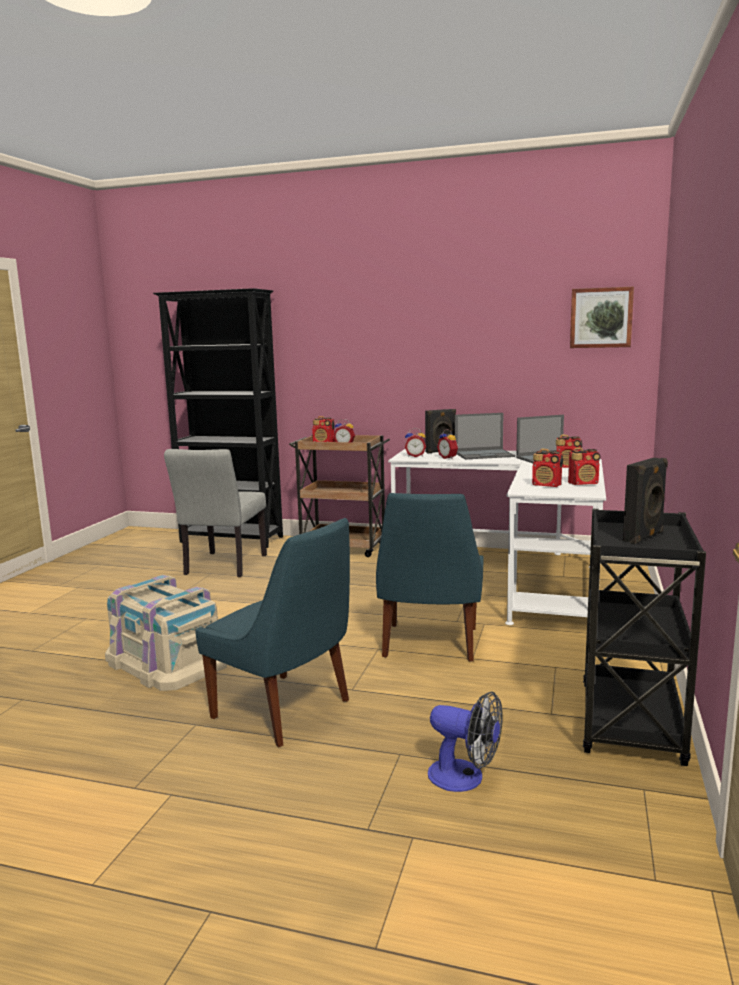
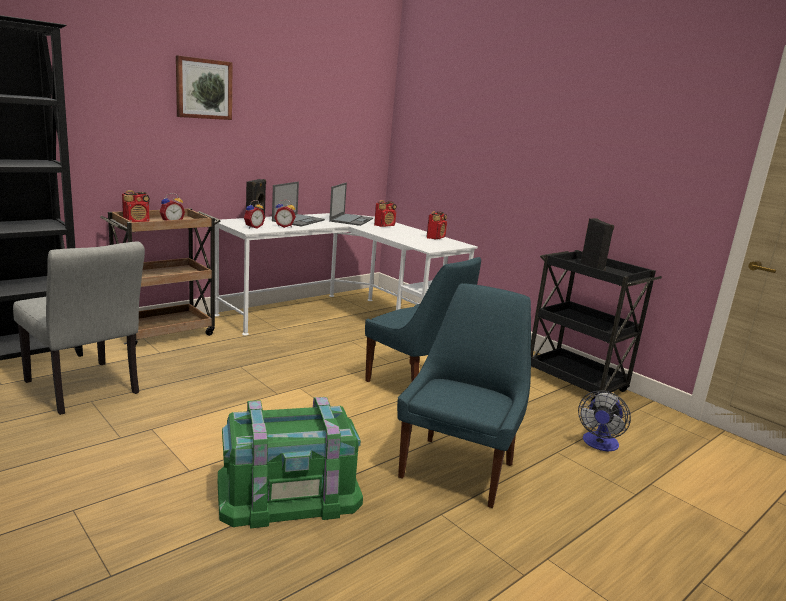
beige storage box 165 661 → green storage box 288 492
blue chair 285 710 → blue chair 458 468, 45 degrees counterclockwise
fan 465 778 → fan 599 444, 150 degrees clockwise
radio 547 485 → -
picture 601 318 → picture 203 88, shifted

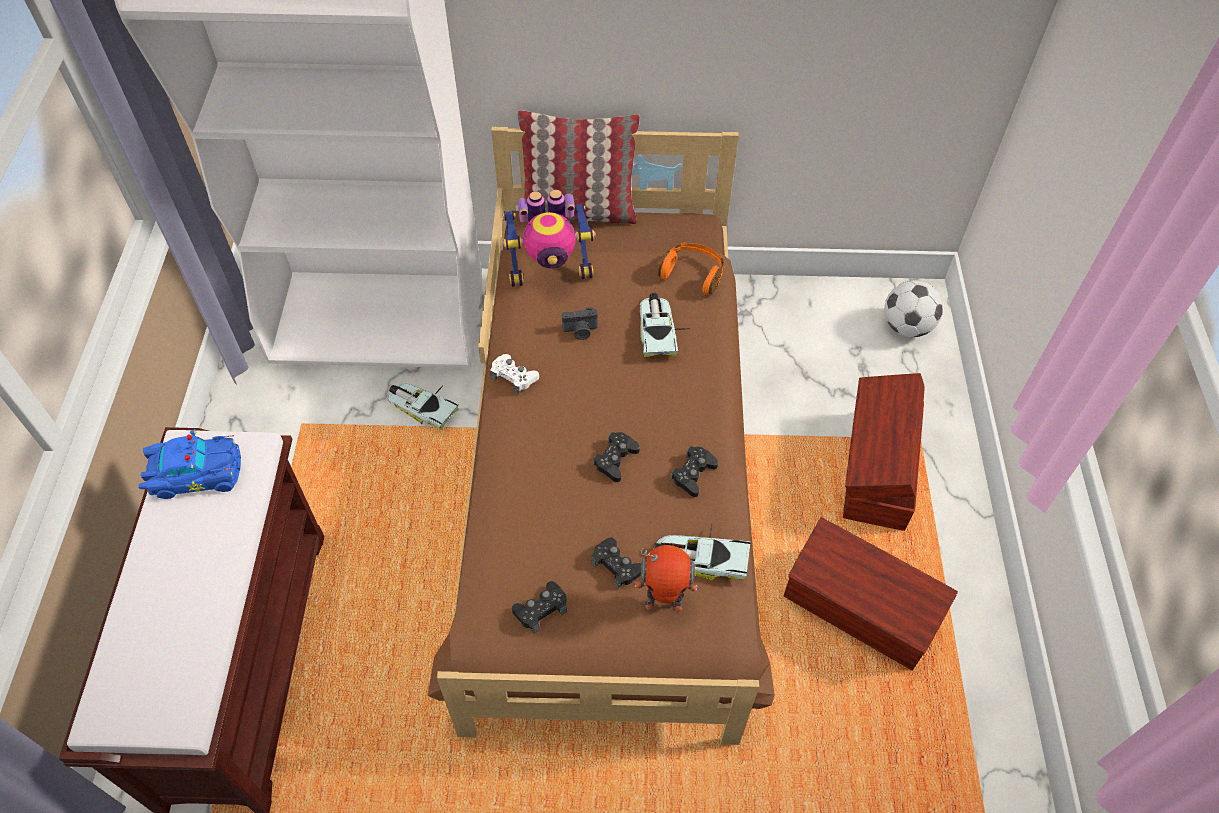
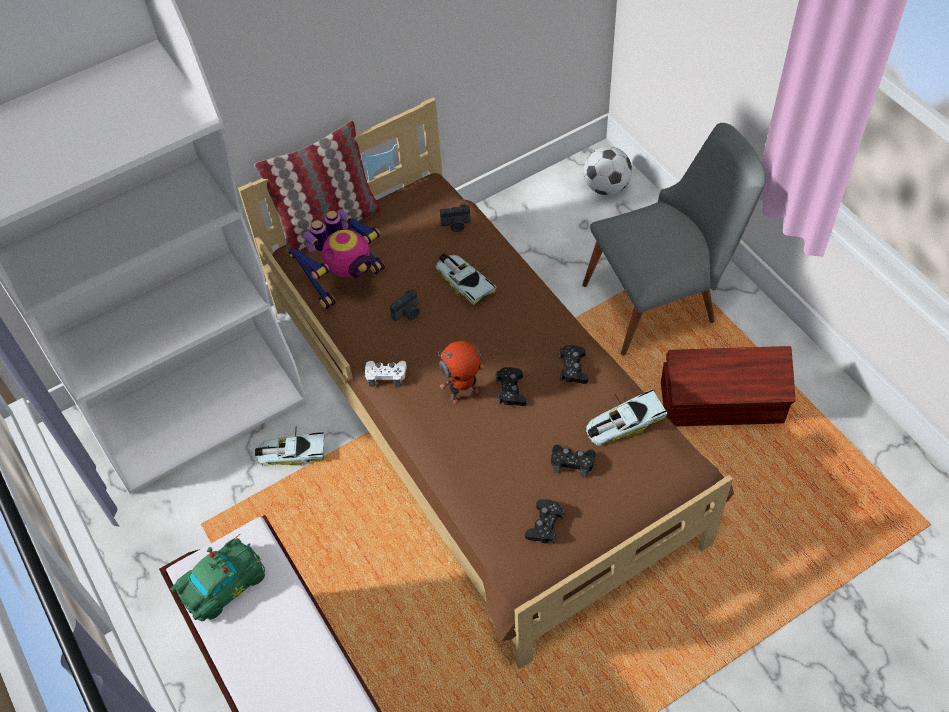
blue toy car 194 473 → green toy car 220 585
toy robot 664 602 → toy robot 463 393, shifted
orange headphones 693 274 → photo camera 456 225
brown storage box 876 470 → grey chair 662 302

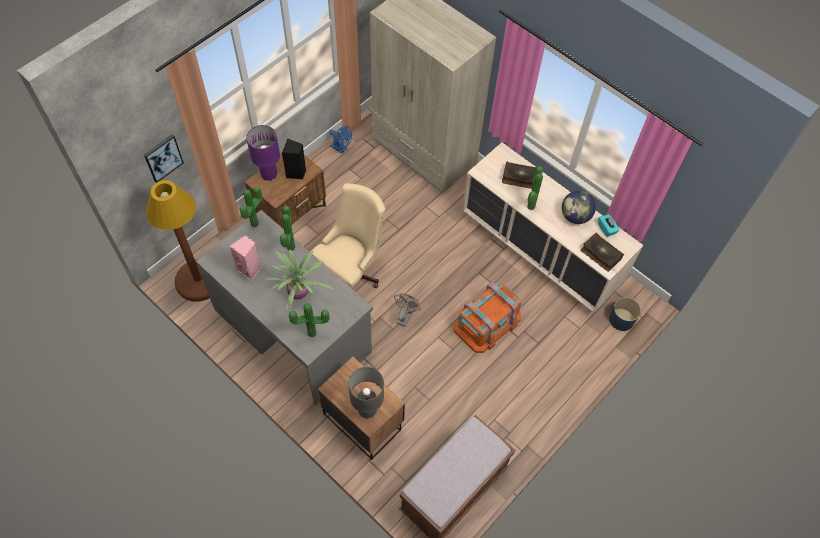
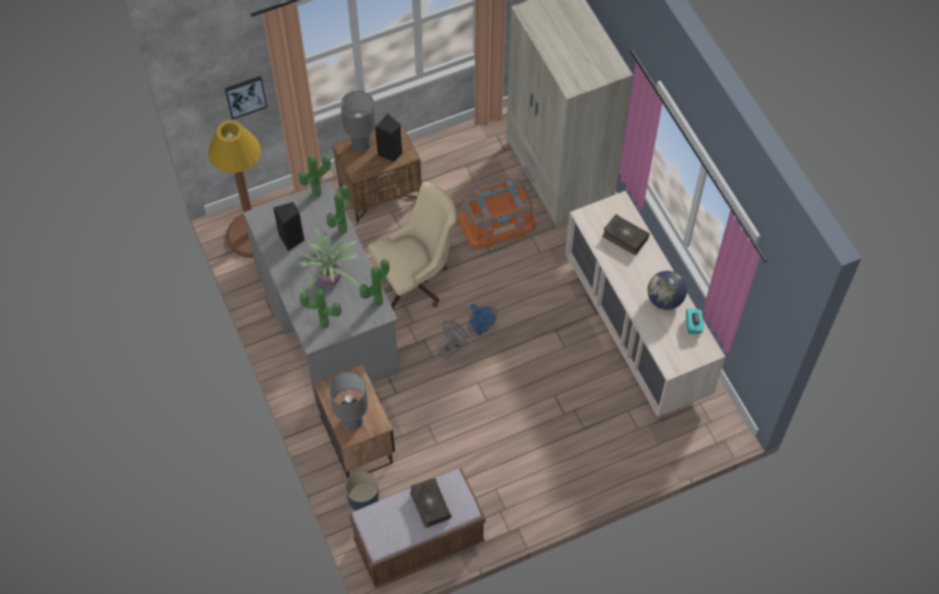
pink speaker 250 270 → black speaker 292 239
purple table lamp 269 174 → grey table lamp 361 145
blue fan 341 149 → blue fan 480 329, shifted
orange storage box 486 322 → orange storage box 496 221, shifted
potted plant 529 206 → potted plant 376 301, shifted
book 600 254 → book 429 505, shifted
blue planter 621 319 → blue planter 363 497, shifted

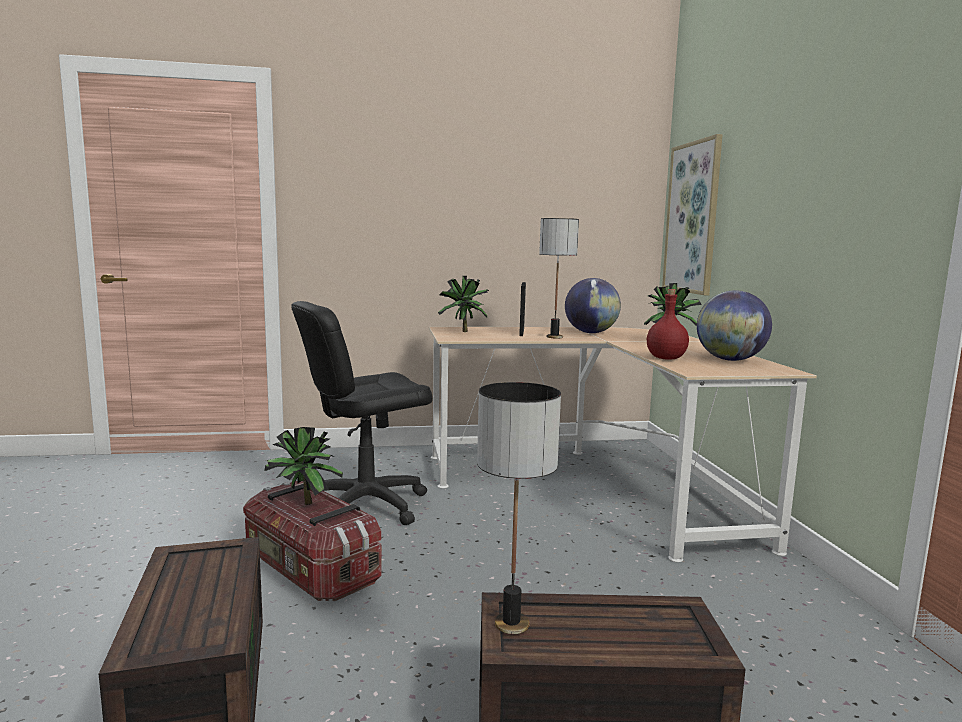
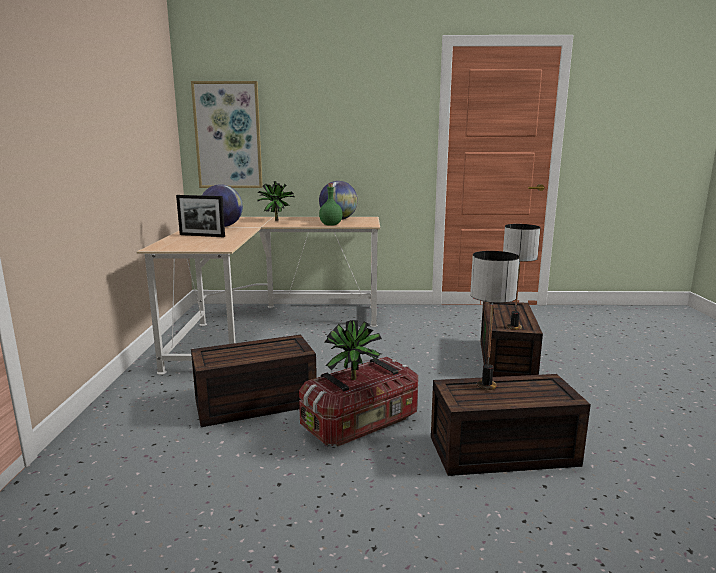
black office chair 365 505 → brown storage box 254 404
potted plant 463 332 → -
table lamp 554 337 → table lamp 486 385, shifted
red bottle 666 358 → green bottle 331 225

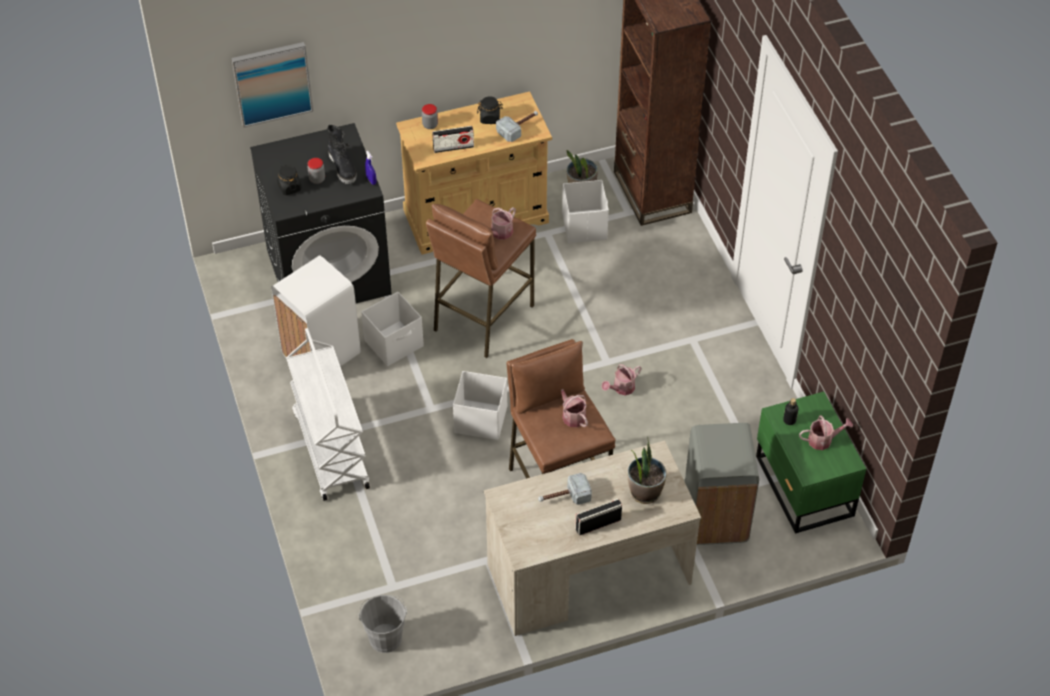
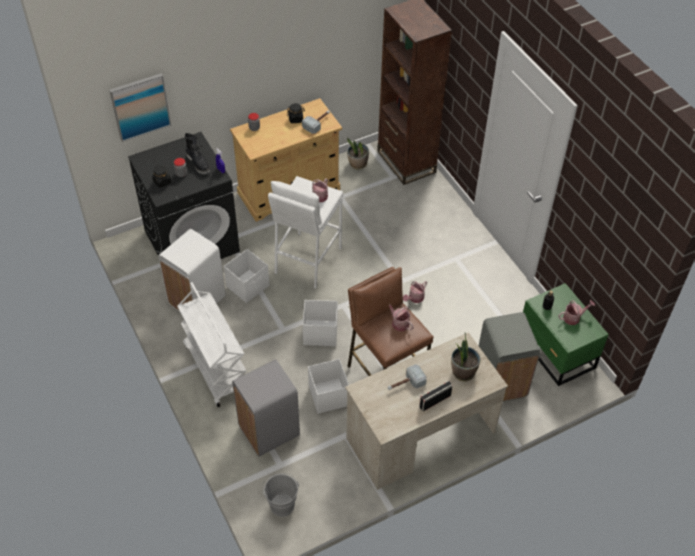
brown stool 482 317 → white stool 307 260
radio 453 147 → -
white storage box 584 226 → white storage box 328 395, shifted
- → grey trash can 268 431

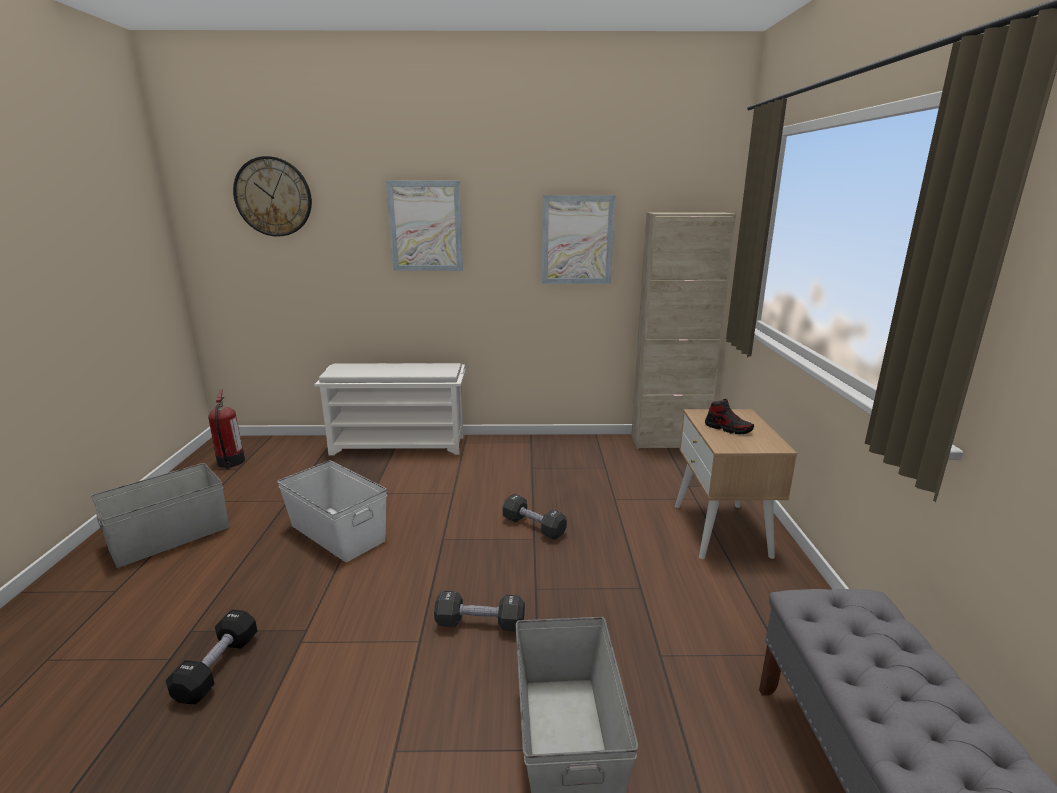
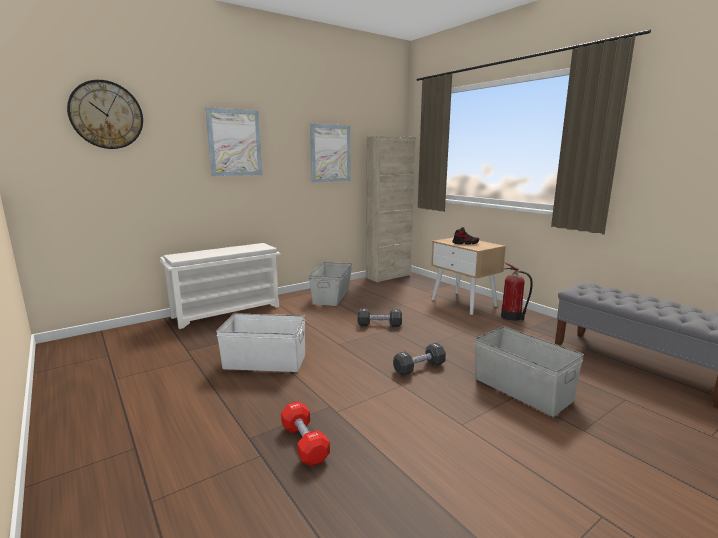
grey storage box 171 537 → grey storage box 332 296, shifted
black dumbbell 218 668 → red dumbbell 304 443
fire extinguisher 231 462 → fire extinguisher 512 317, shifted

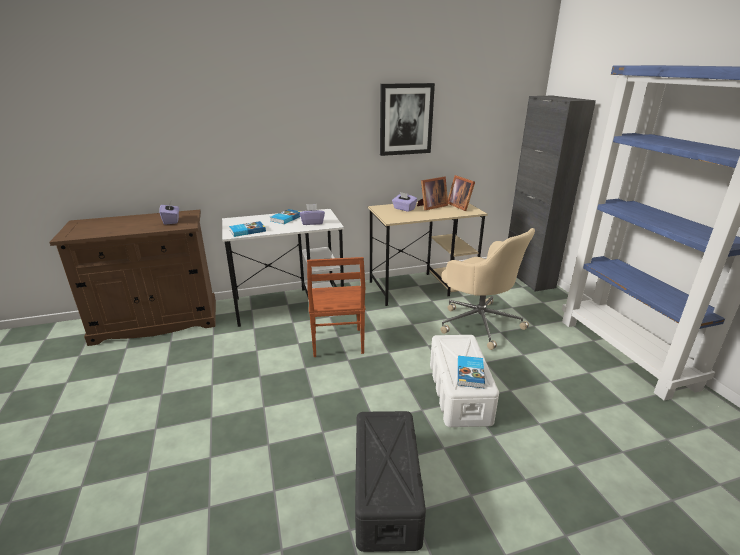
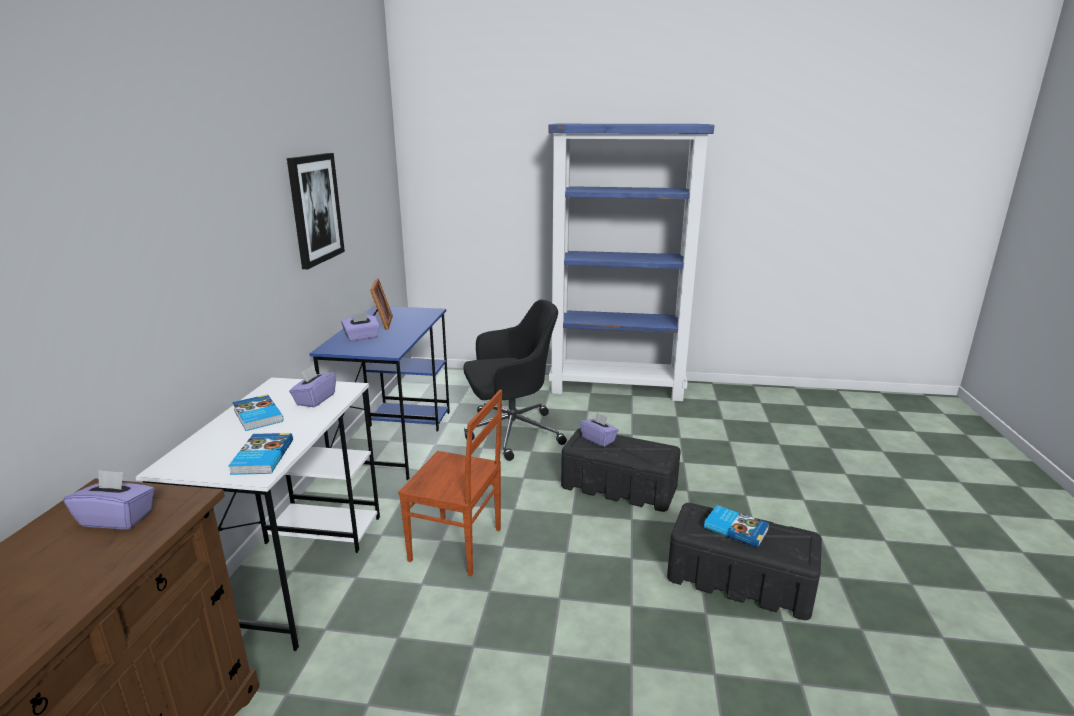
beige desk 422 286 → blue desk 395 439
white storage box 459 393 → black storage box 619 487
beige office chair 479 322 → black office chair 511 433
picture frame 460 206 → -
book 471 373 → book 735 528, shifted
black cabinet 528 277 → -
- → purple tissue box 598 439

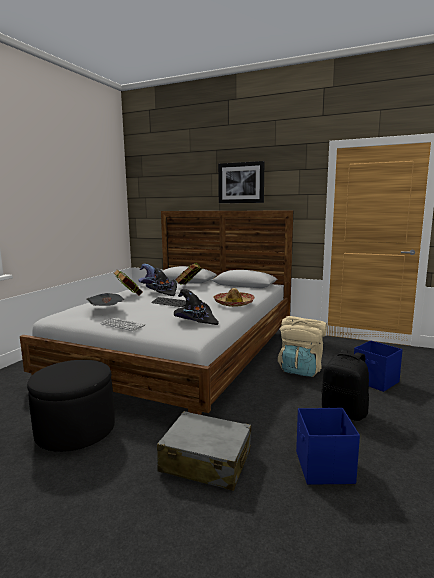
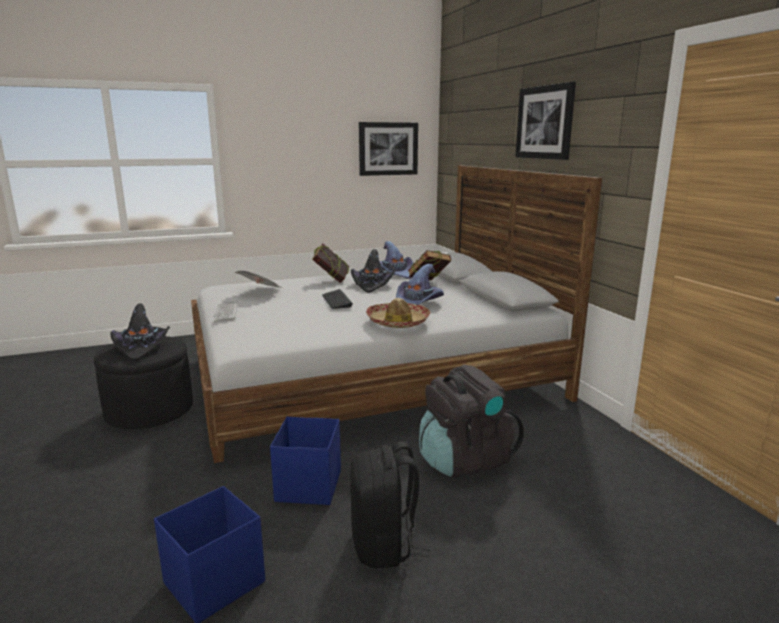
grey suitcase 205 461 → -
black hat 195 320 → black hat 142 347, shifted
beige backpack 301 369 → black backpack 464 460
blue storage box 376 381 → blue storage box 308 486, shifted
- → picture 388 149
- → purple hat 418 303

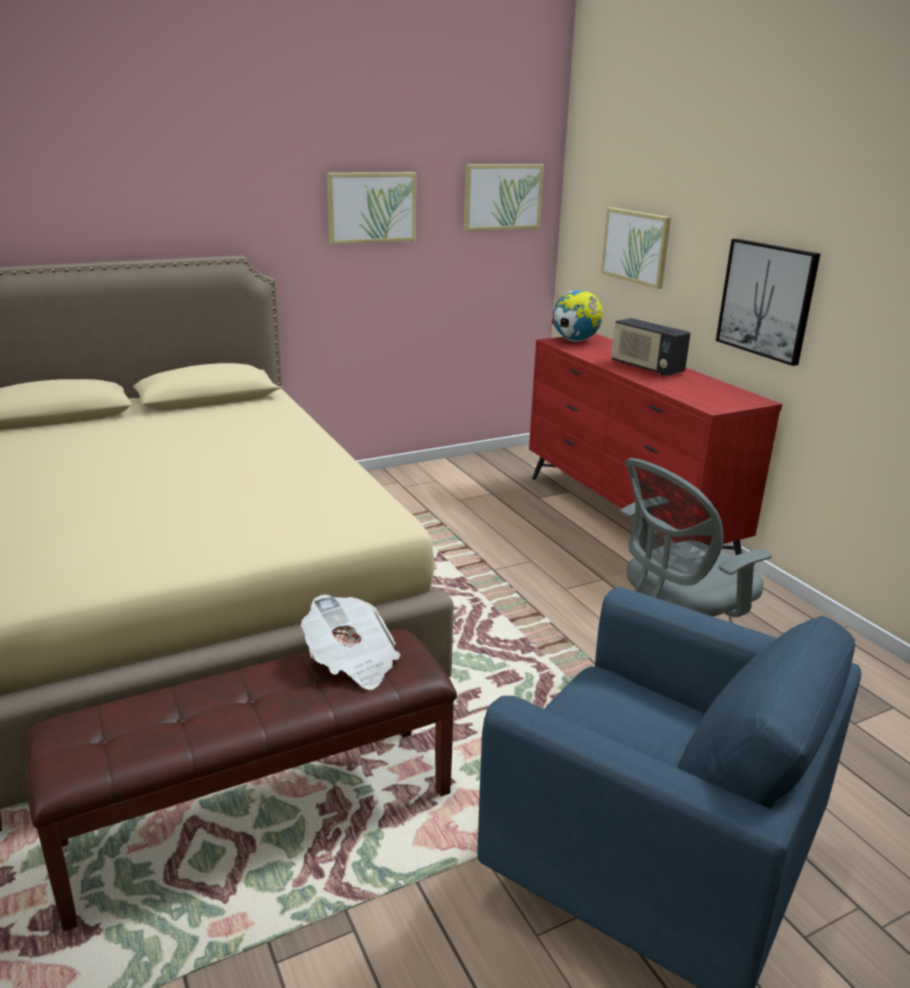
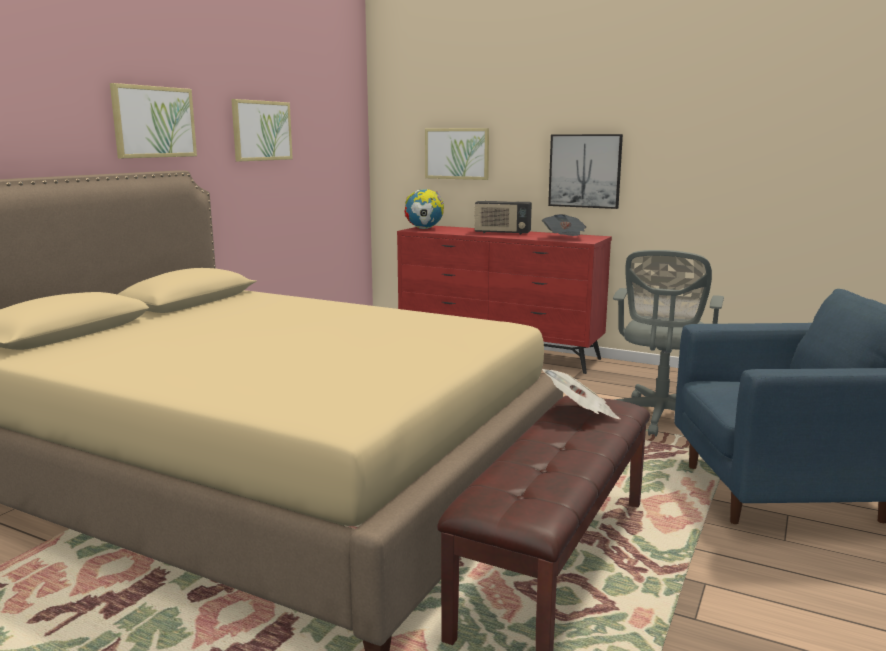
picture 502 197 → picture 154 122, shifted
- → newspaper 564 238

